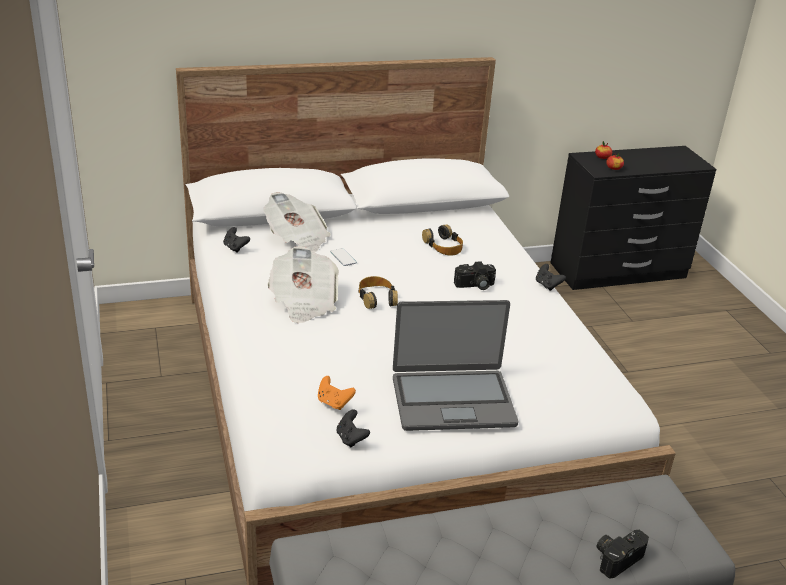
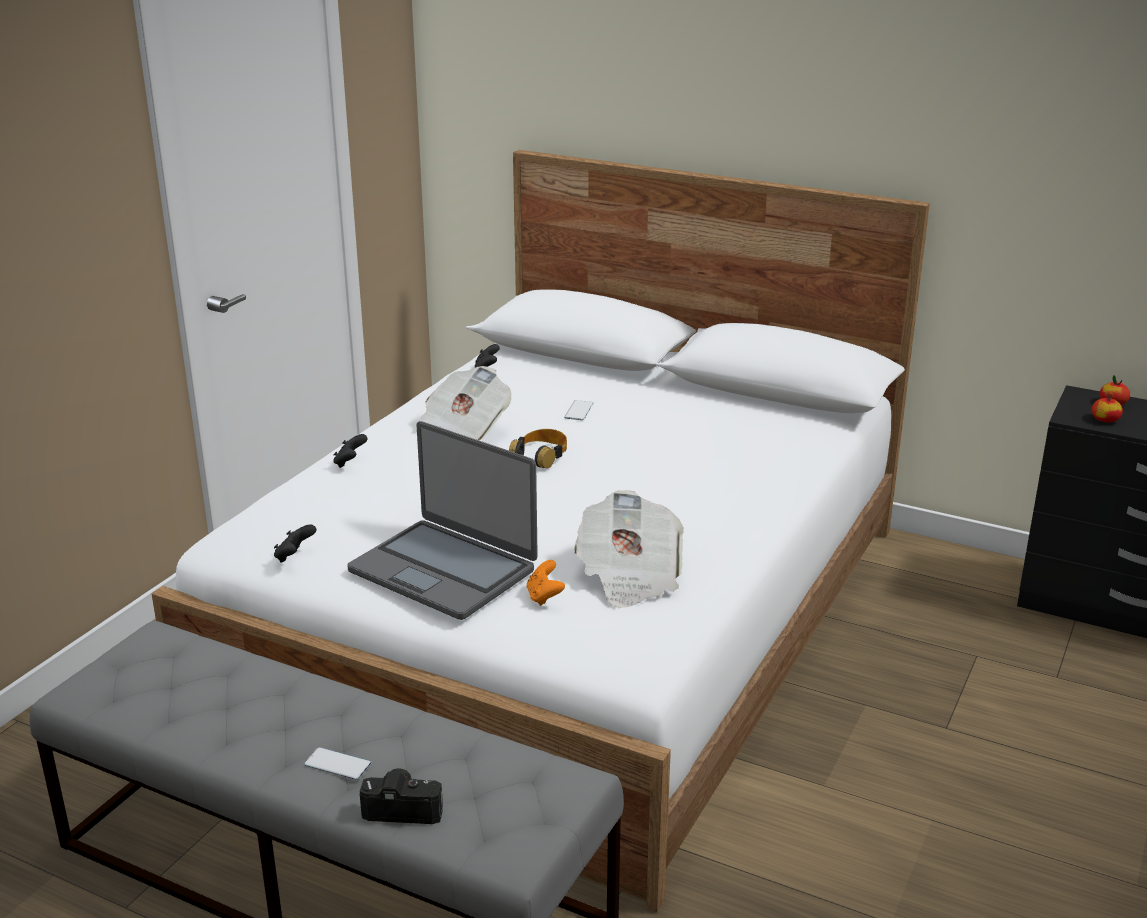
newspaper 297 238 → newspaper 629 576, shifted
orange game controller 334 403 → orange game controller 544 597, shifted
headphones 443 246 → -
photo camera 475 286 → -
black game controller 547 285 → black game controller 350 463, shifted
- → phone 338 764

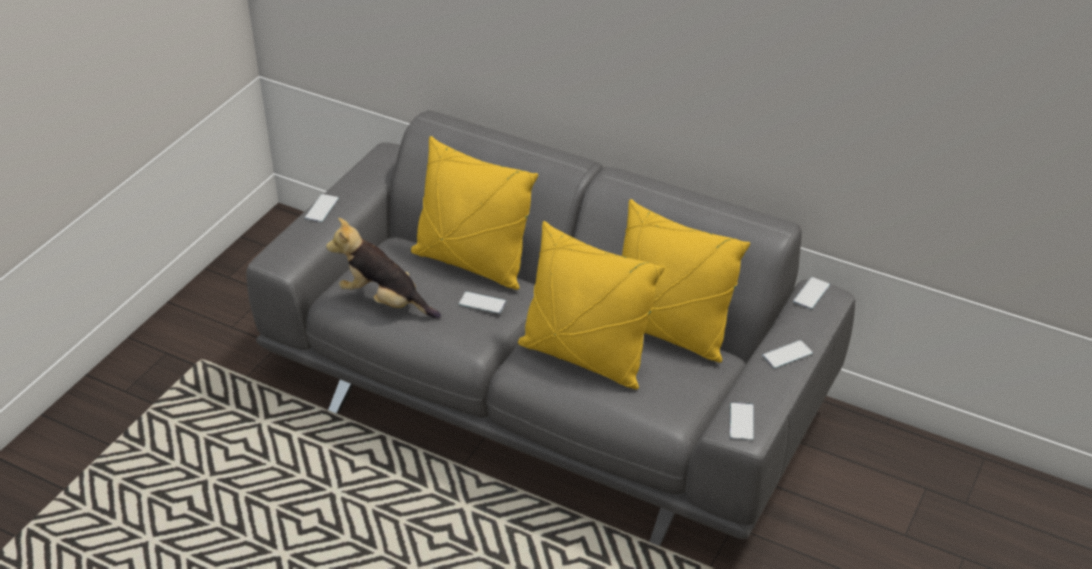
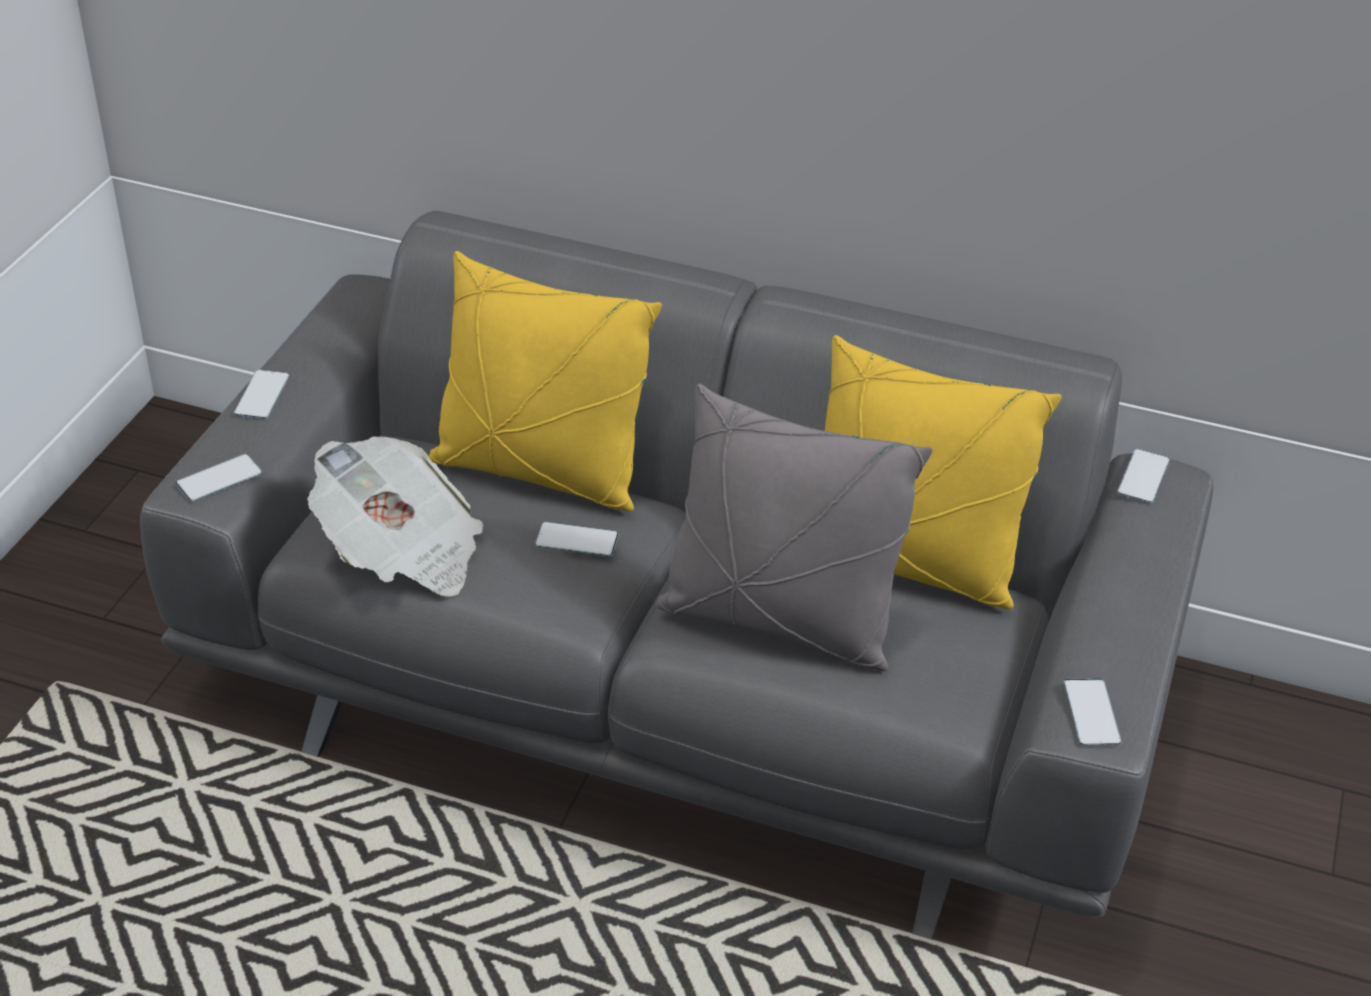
plush toy 384 301 → newspaper 401 551
yellow pillow 585 357 → grey pillow 779 621
phone 787 355 → phone 219 478, shifted

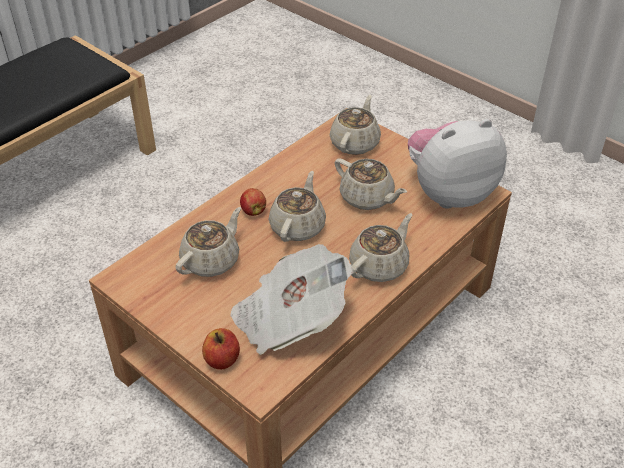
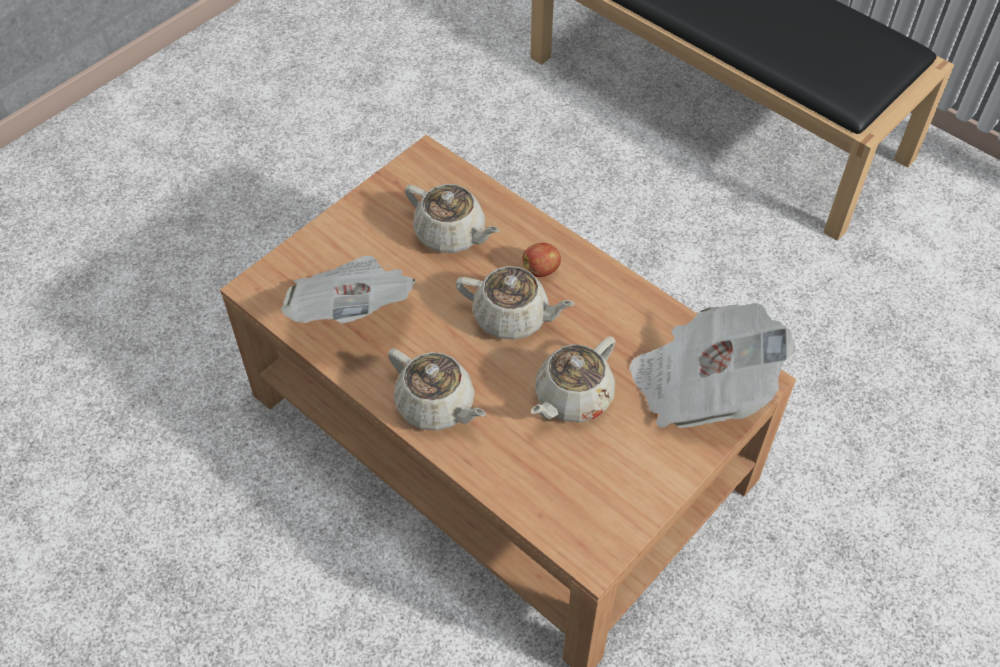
apple 222 359 → -
beige teapot 355 143 → newspaper 701 386
plush toy 449 192 → -

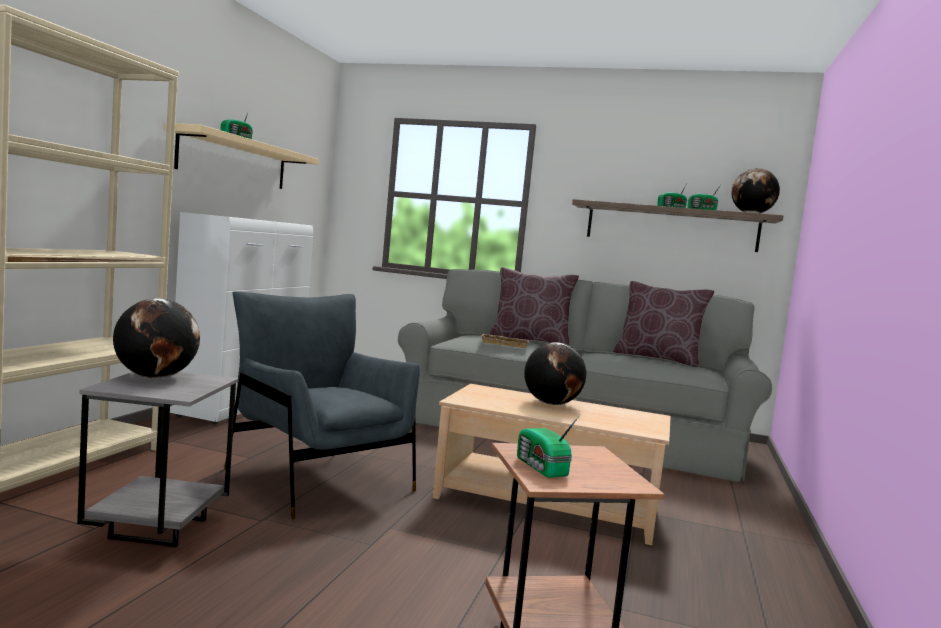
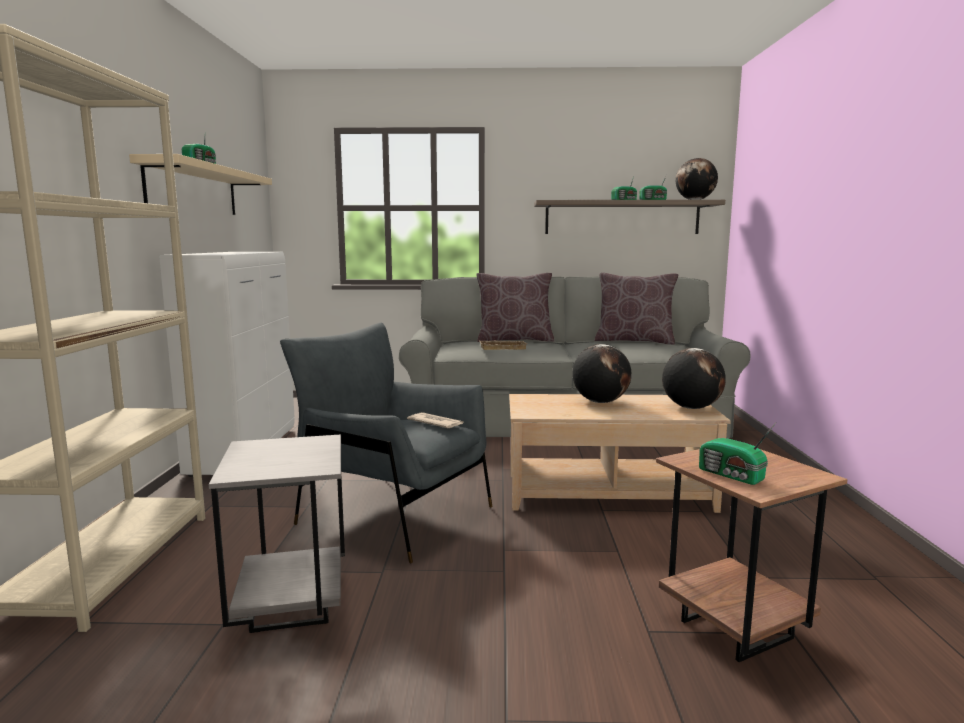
globe 155 377 → globe 691 408, shifted
- → newspaper 435 423

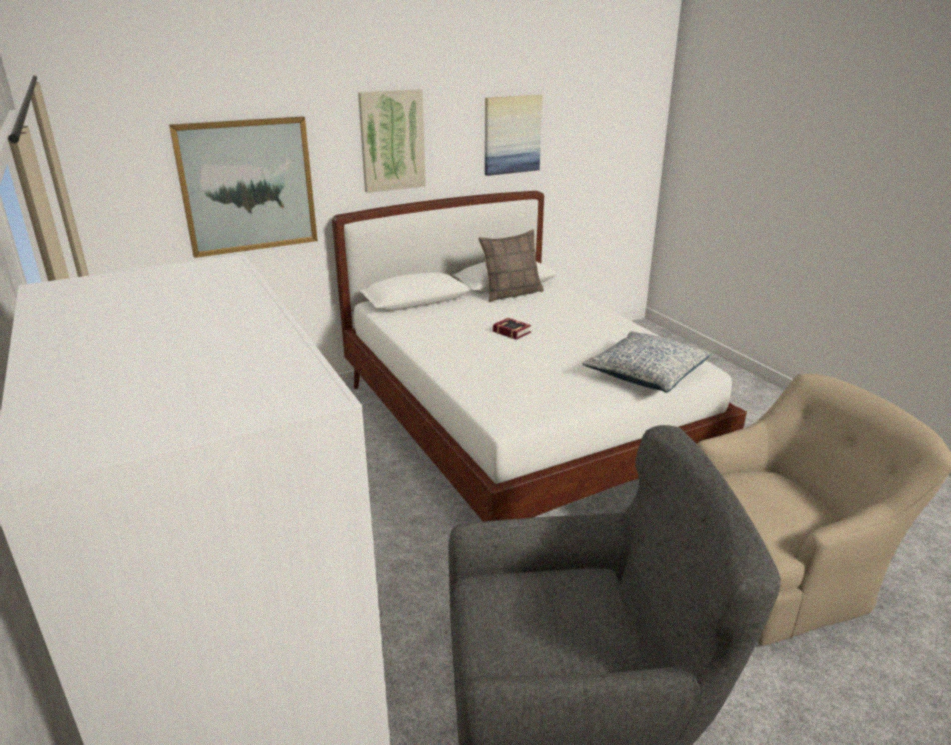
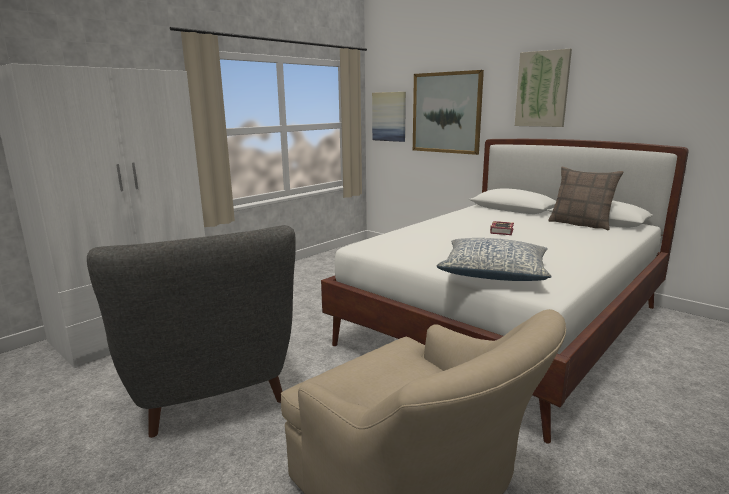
picture 512 135 → picture 389 116, shifted

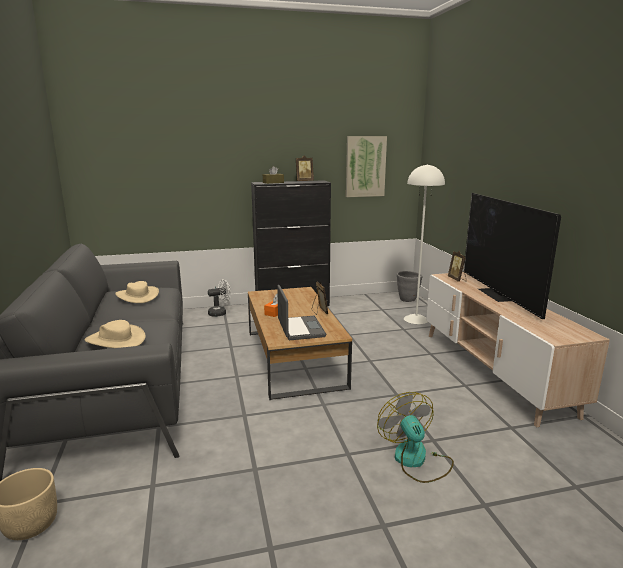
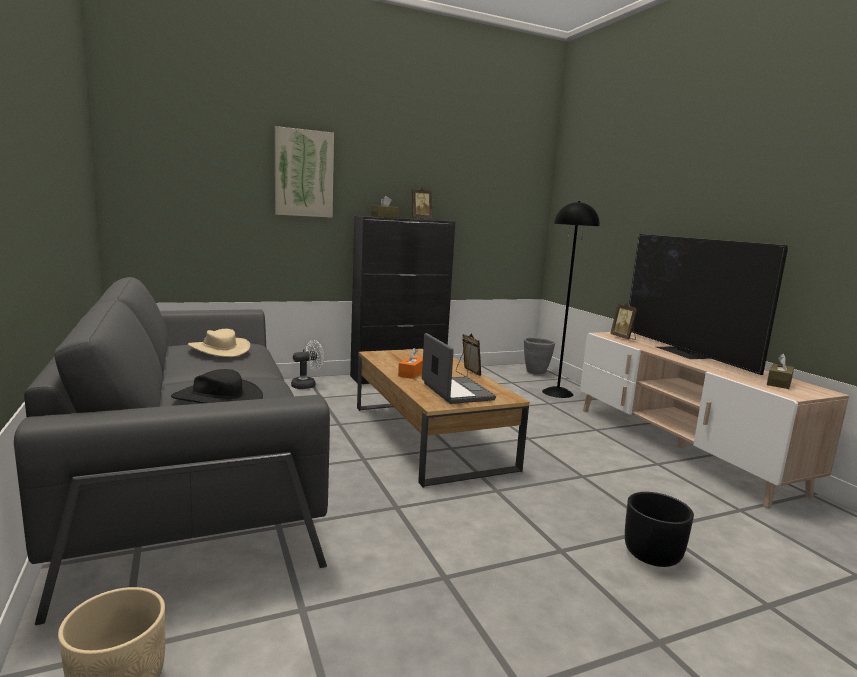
beige hat 115 340 → black hat 218 398
picture 365 166 → picture 304 173, shifted
fan 416 460 → black planter 652 554
white floor lamp 416 319 → black floor lamp 557 392
- → brown tissue box 779 383

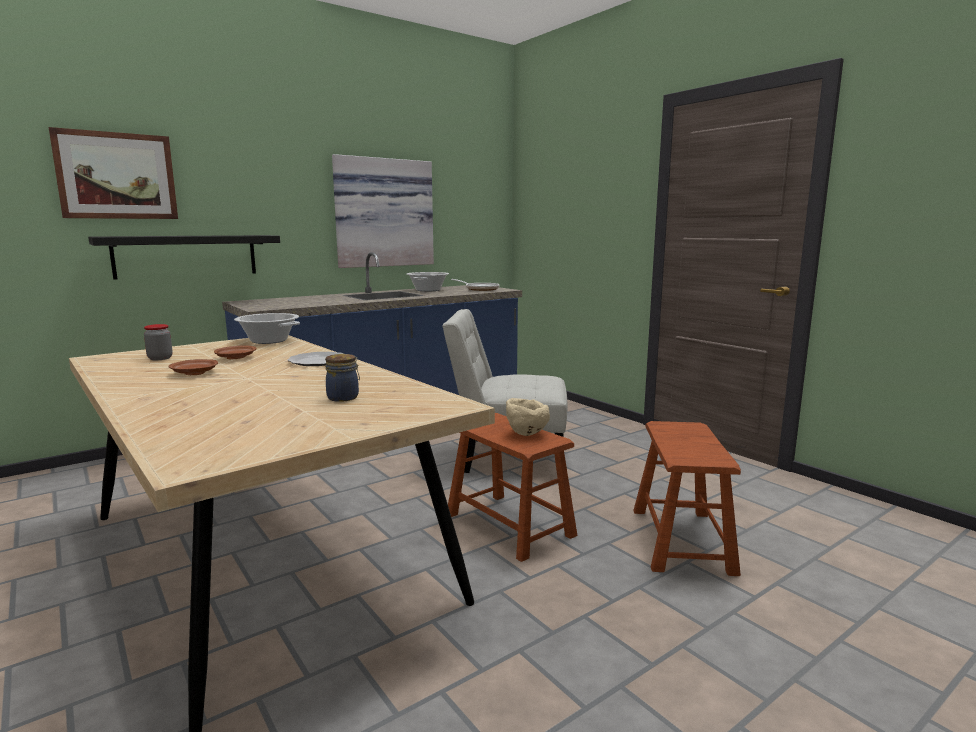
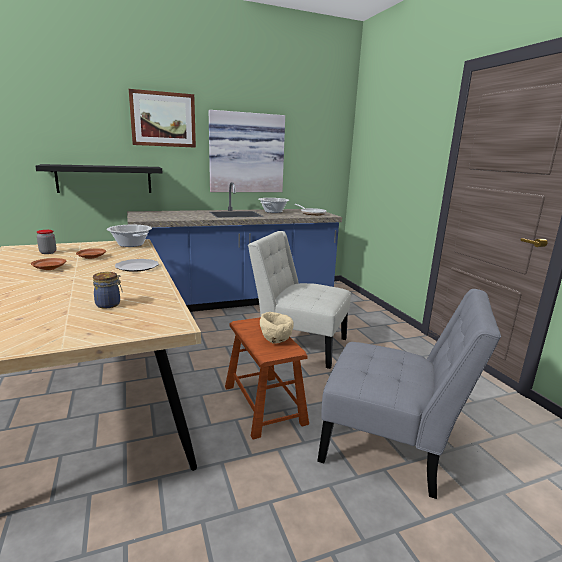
picture 117 176 → picture 163 119, shifted
brown stool 681 540 → grey chair 391 447

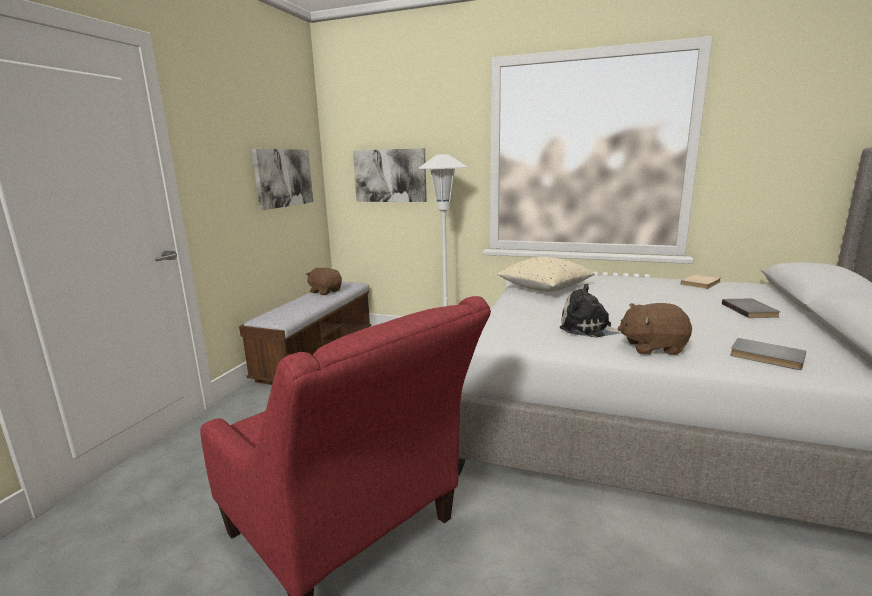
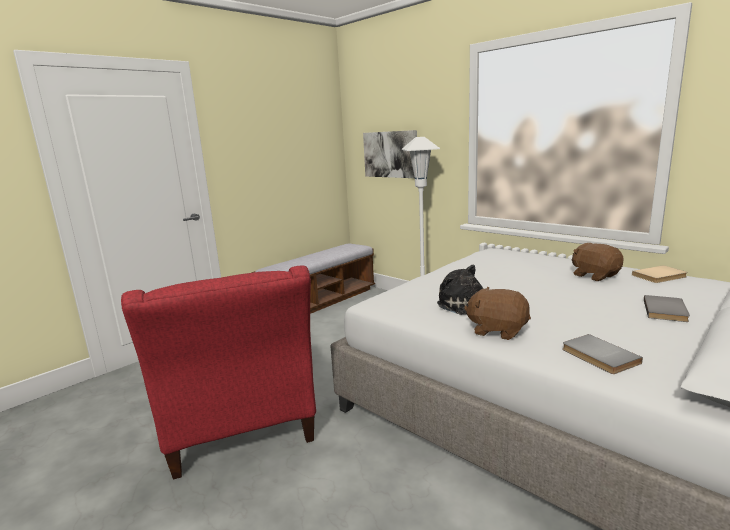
picture 283 178 → -
brown plush toy 325 291 → brown plush toy 595 275, shifted
beige pillow 544 288 → -

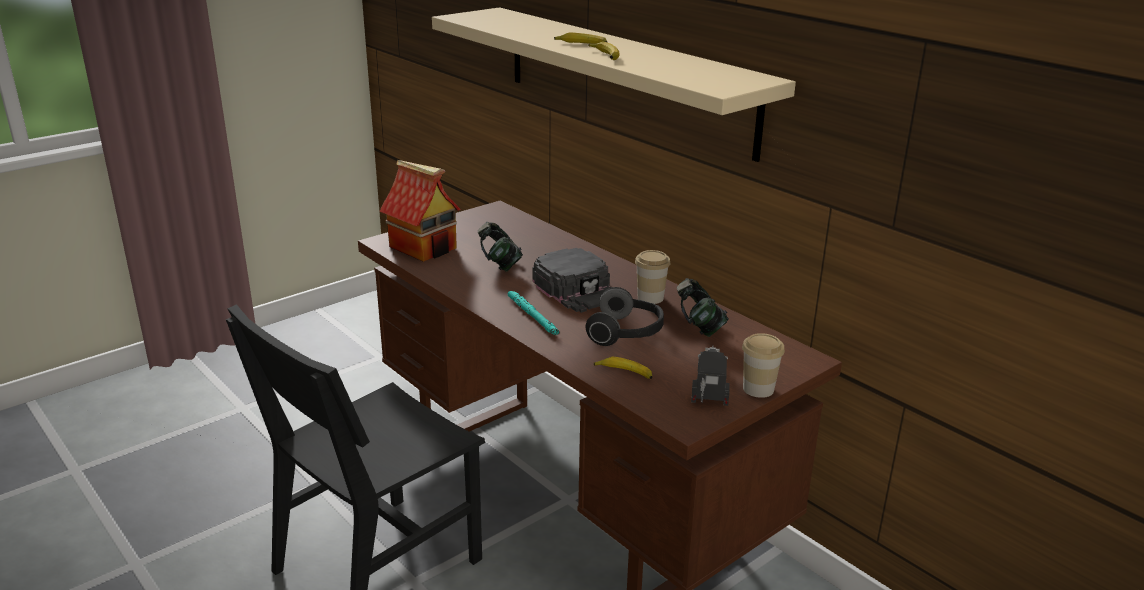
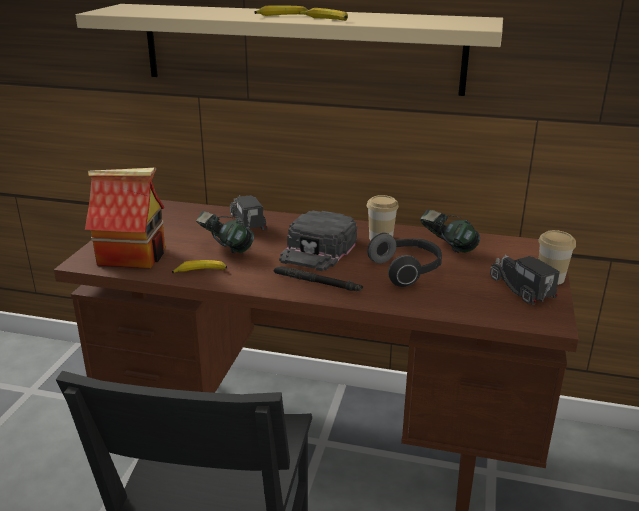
turquoise flashlight 532 316 → black flashlight 317 283
black cap 577 289 → black cap 318 249, 90 degrees clockwise
banana 624 373 → banana 200 271, shifted
- → toy truck 247 224

